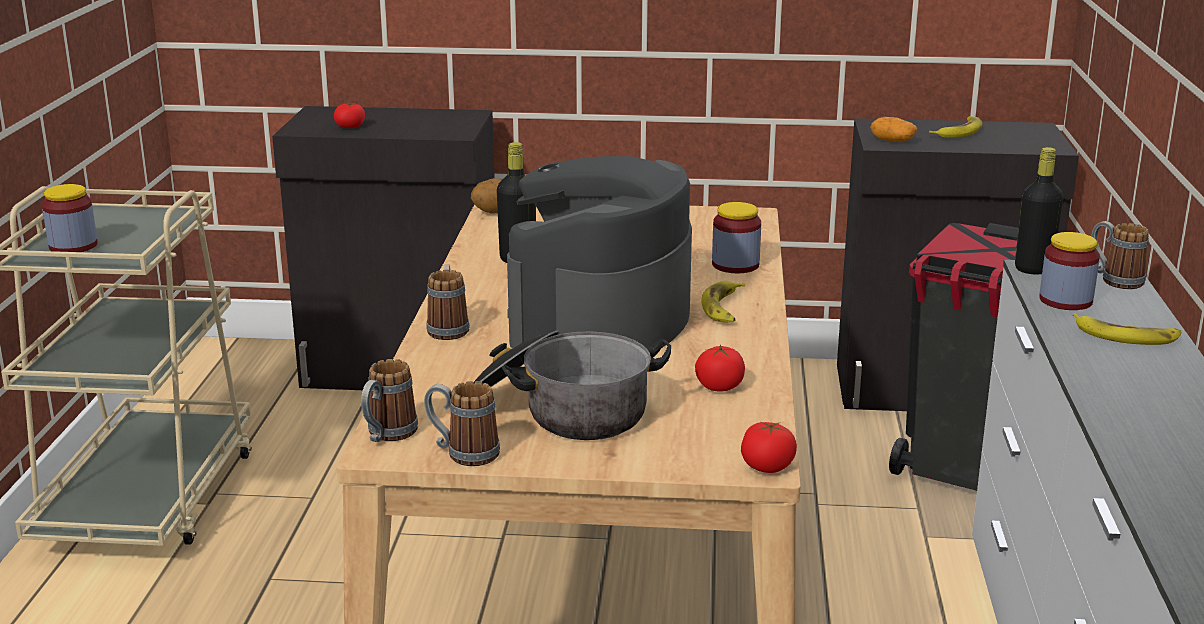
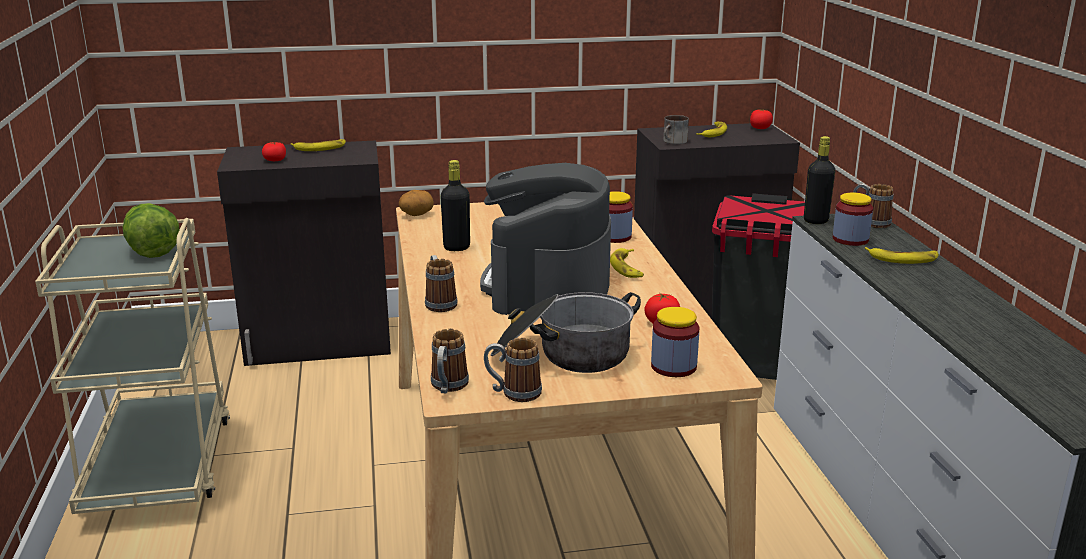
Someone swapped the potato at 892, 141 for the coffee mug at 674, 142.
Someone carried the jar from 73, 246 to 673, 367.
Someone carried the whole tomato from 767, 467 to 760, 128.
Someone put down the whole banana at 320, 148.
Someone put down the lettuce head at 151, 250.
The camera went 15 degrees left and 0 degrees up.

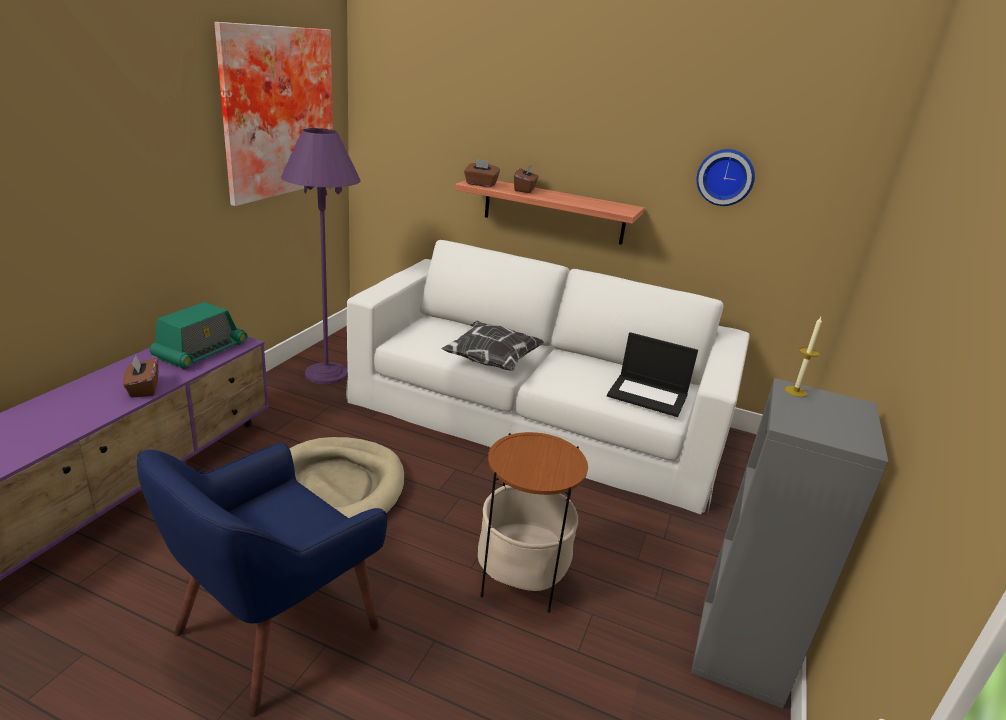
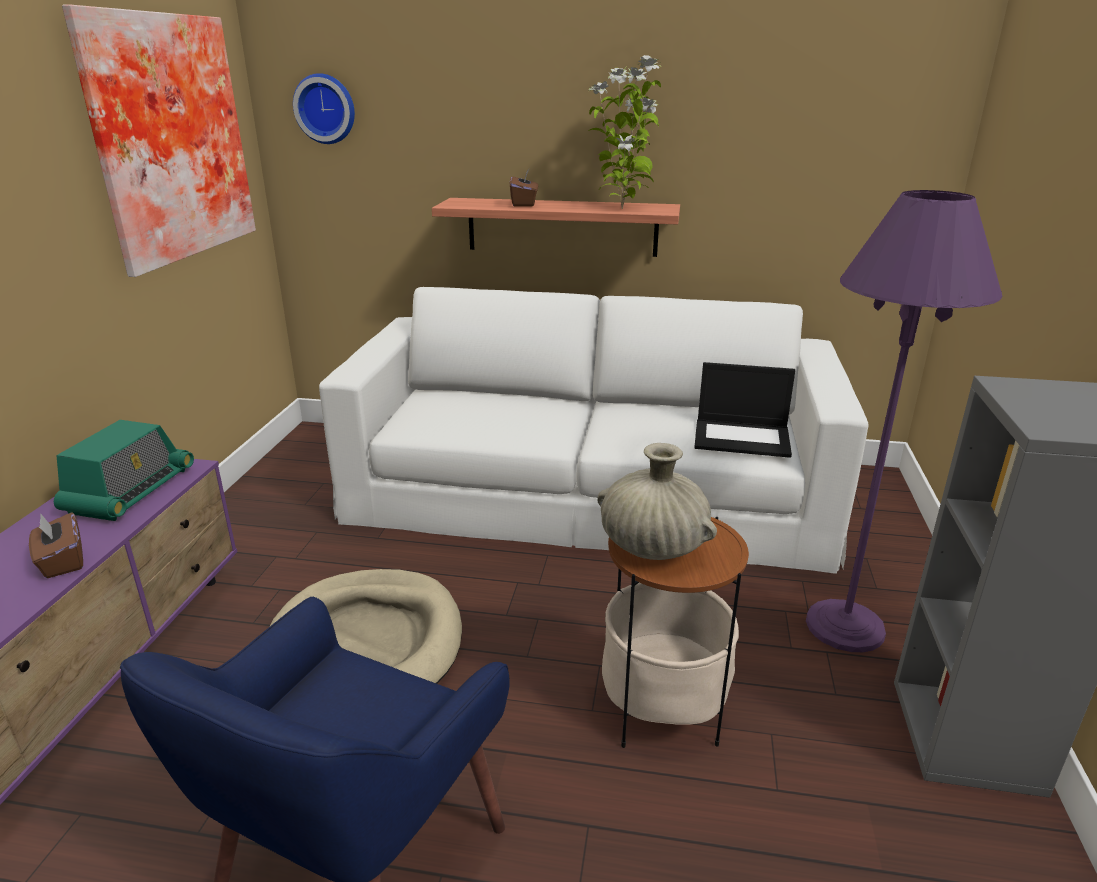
Someone carried the purplish floor lamp from 326, 374 to 845, 626.
Someone carried the clock on the wall from 725, 177 to 326, 109.
Someone took away the brown-coloured tissue box at 480, 184.
Someone took away the candle at 795, 391.
Someone took away the throw pillow at 491, 361.
Someone put down the houseplant at 623, 208.
Someone put down the beige-coloured decorative vase at 653, 546.
The camera went 10 degrees left and 0 degrees up.

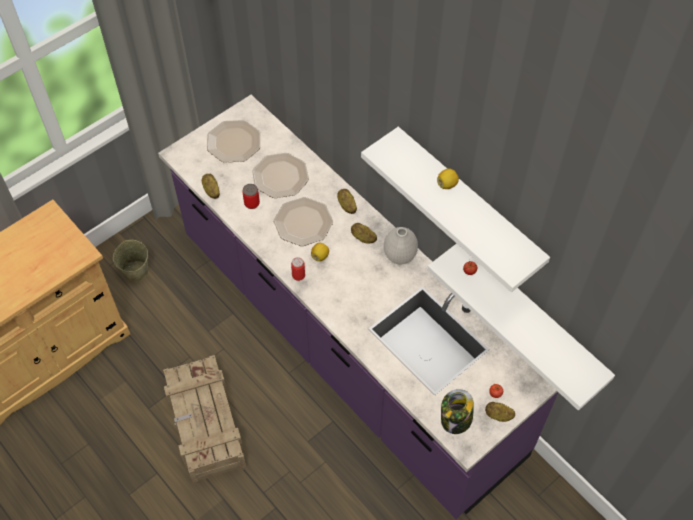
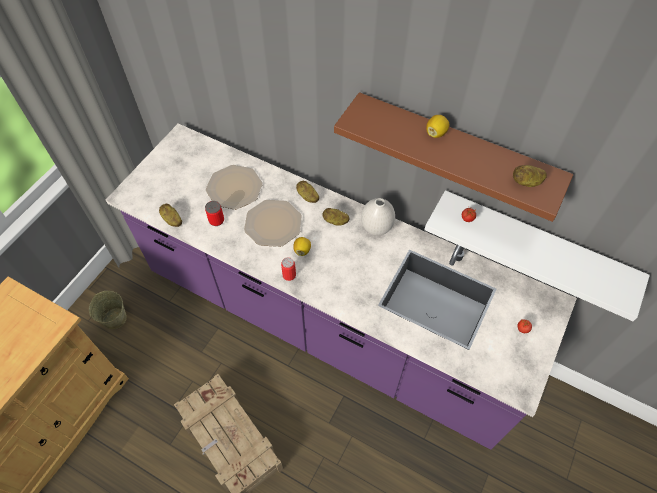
Someone took away the dinner plate at 234, 142.
Someone repainted the white-coloured wall shelf at 468, 205, which became the brown-coloured wall shelf at 455, 151.
Someone took away the jar at 456, 420.
Someone carried the potato from 498, 415 to 526, 182.
The camera went 20 degrees left and 0 degrees up.

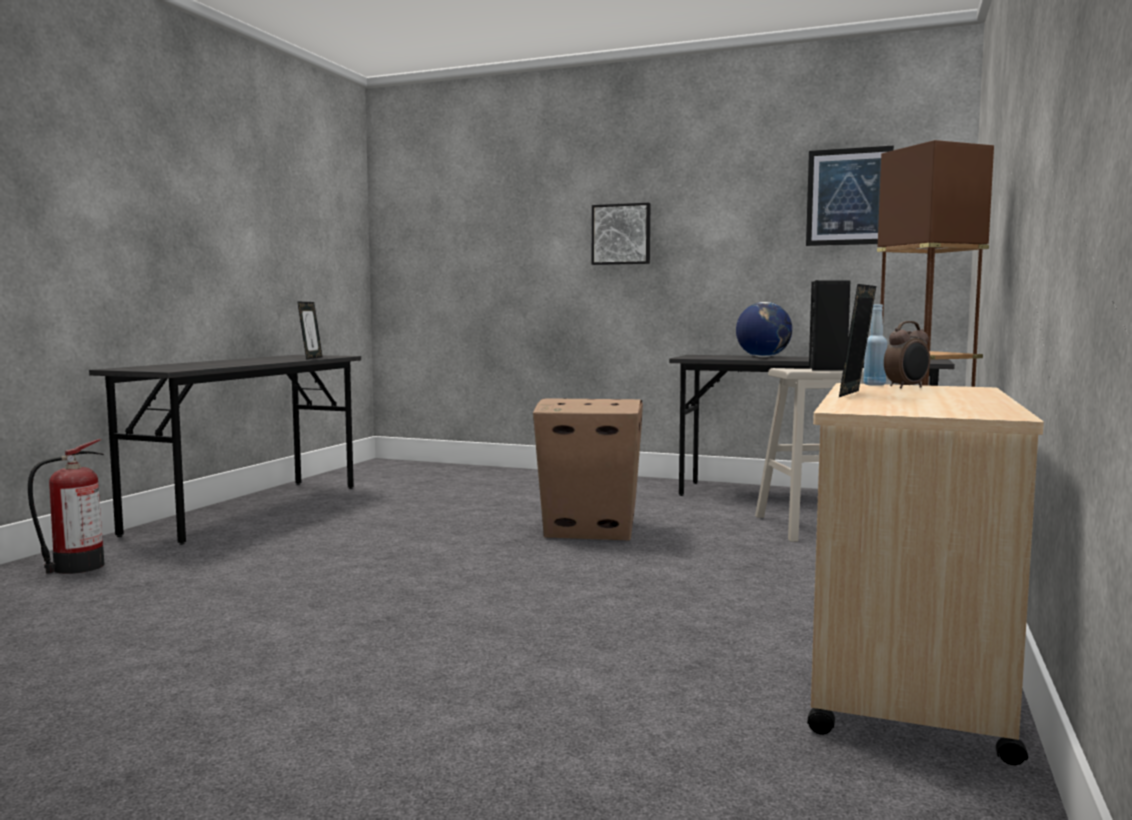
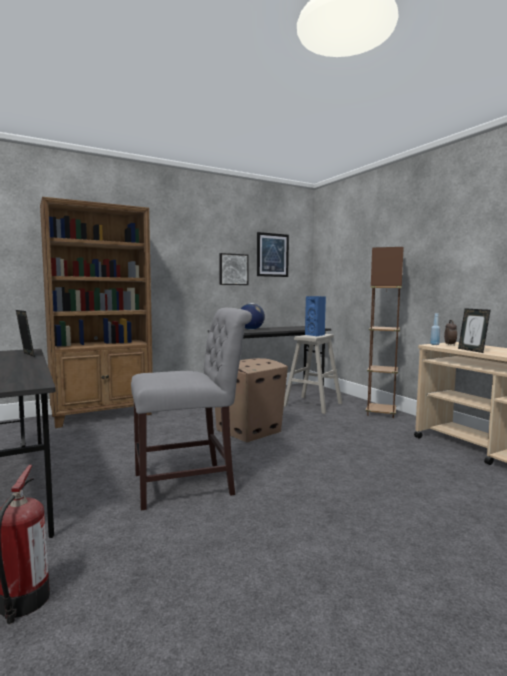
Someone carried the wall art from 621, 234 to 233, 269.
Someone repainted the blackish speaker at 827, 369, which became the bluish speaker at 315, 335.
Someone put down the brown-coloured bookcase at 103, 415.
Someone put down the grey chair at 190, 483.
The camera went 50 degrees left and 0 degrees up.

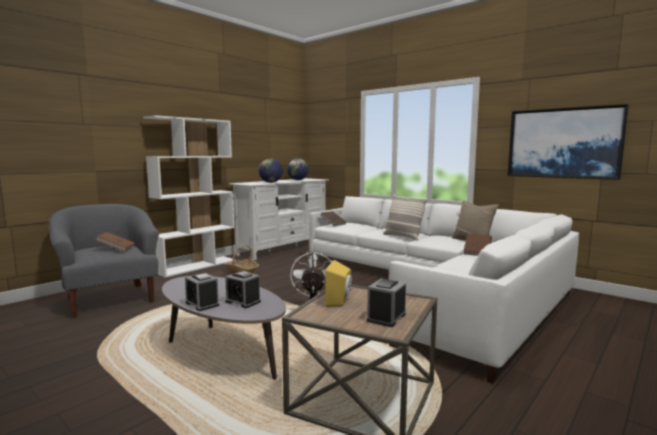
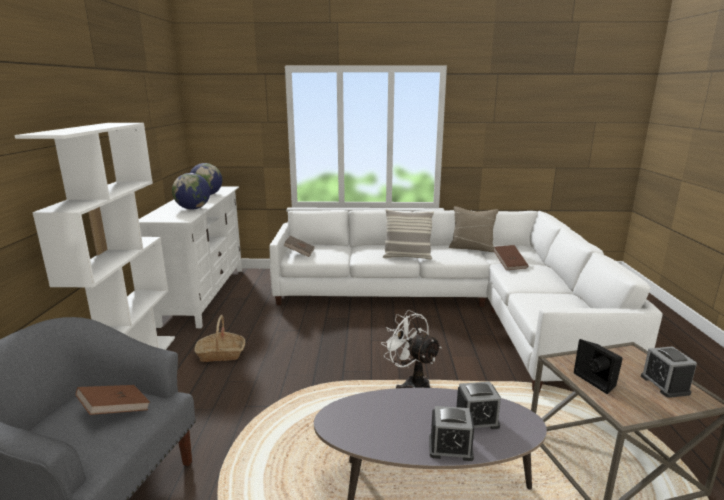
Someone took away the wall art at 563, 143.
Someone repainted the yellow speaker at 340, 301, which became the blackish speaker at 598, 380.
The camera went 40 degrees left and 10 degrees up.

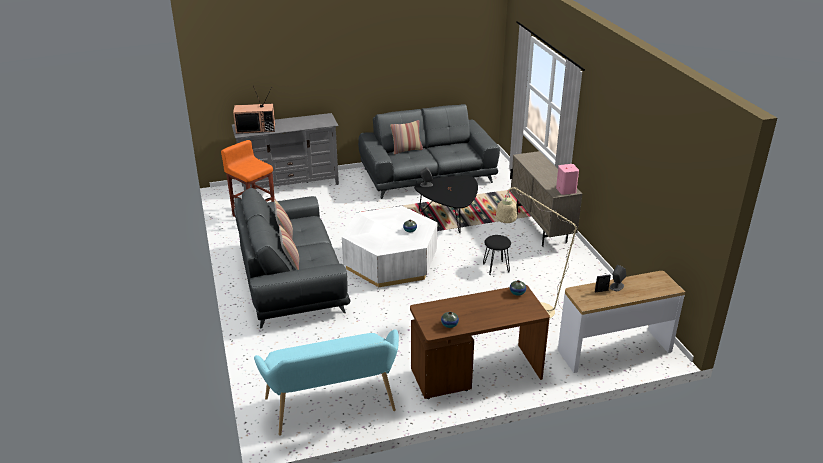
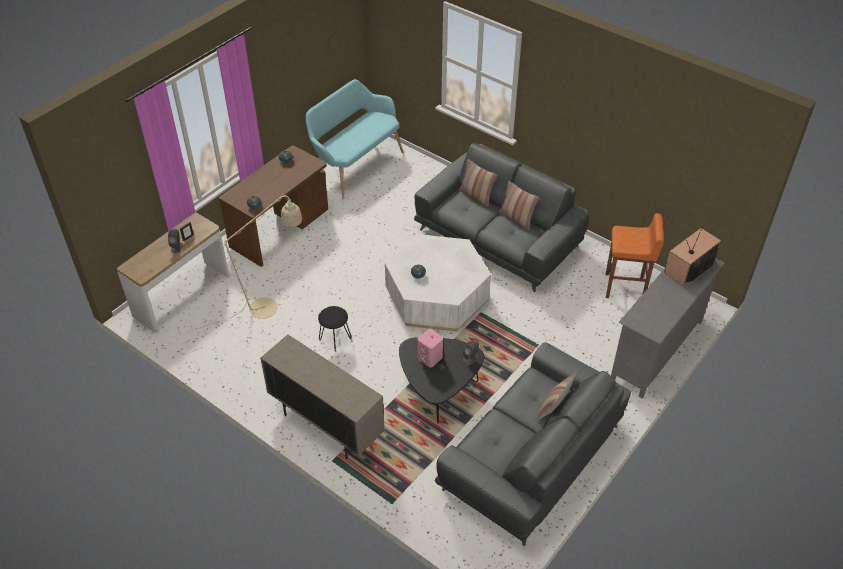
Someone carried the pink-coloured speaker from 566, 190 to 430, 358.
The camera went 145 degrees right and 15 degrees up.

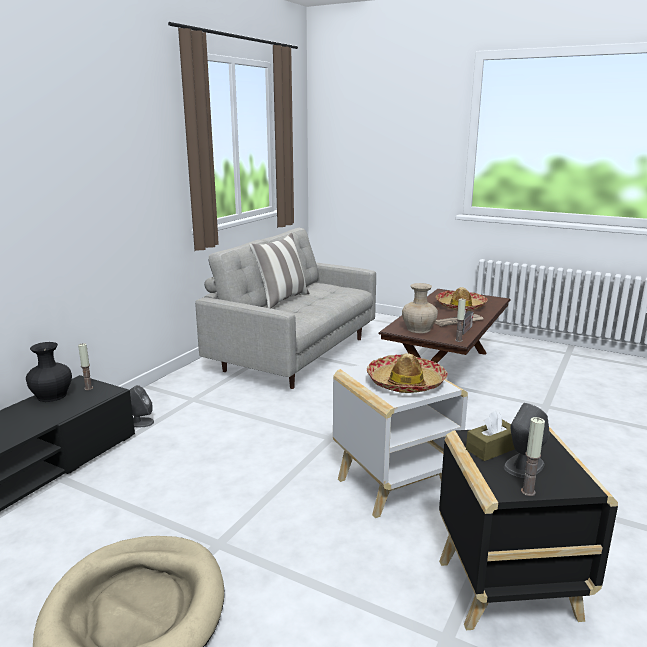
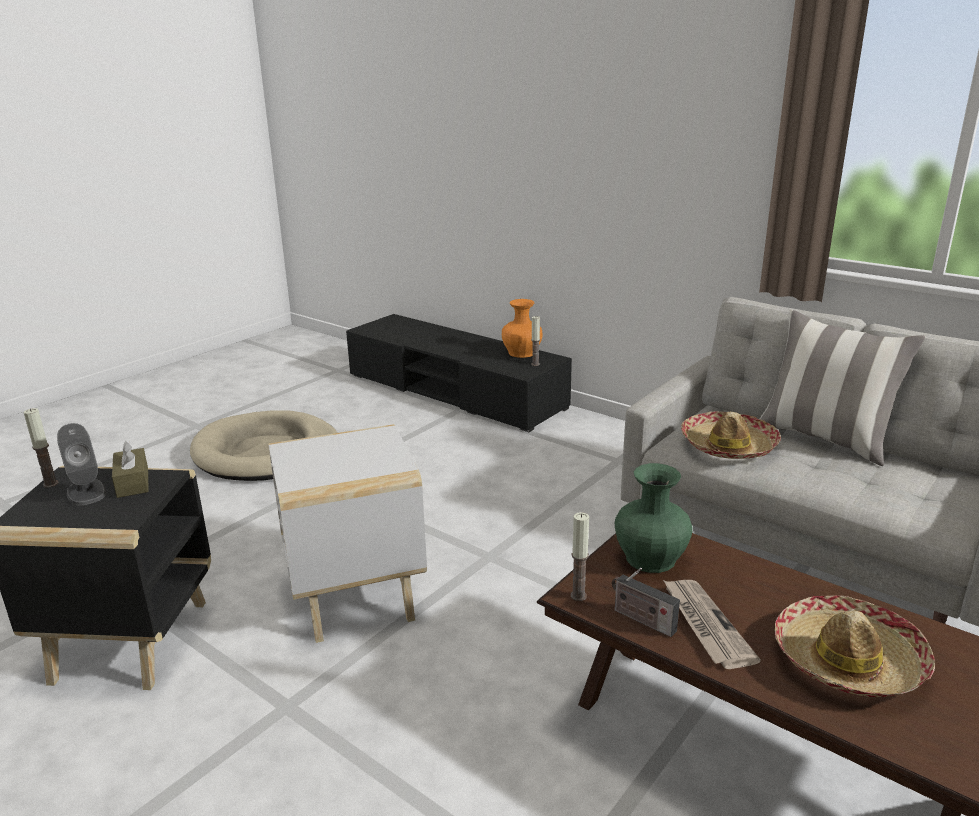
Someone repainted the beige-coloured decorative vase at 418, 329, which became the green decorative vase at 649, 557.
Someone repainted the blackish decorative vase at 51, 396, which became the orangey decorative vase at 521, 352.
Someone carried the wearable hat from 406, 383 to 727, 446.
Someone took away the grey speaker at 139, 422.
The camera went 100 degrees right and 5 degrees up.

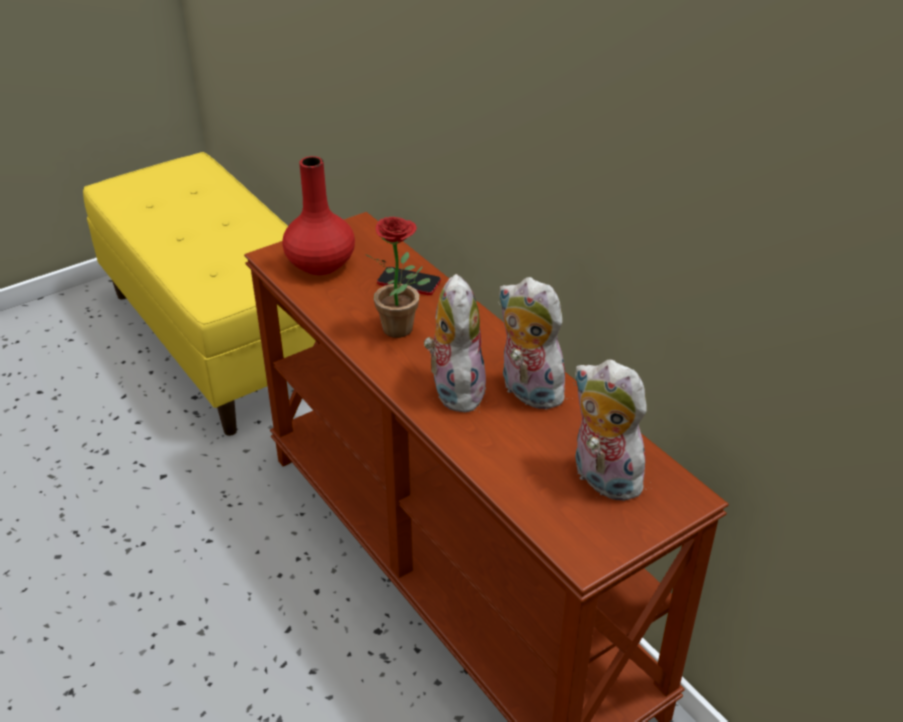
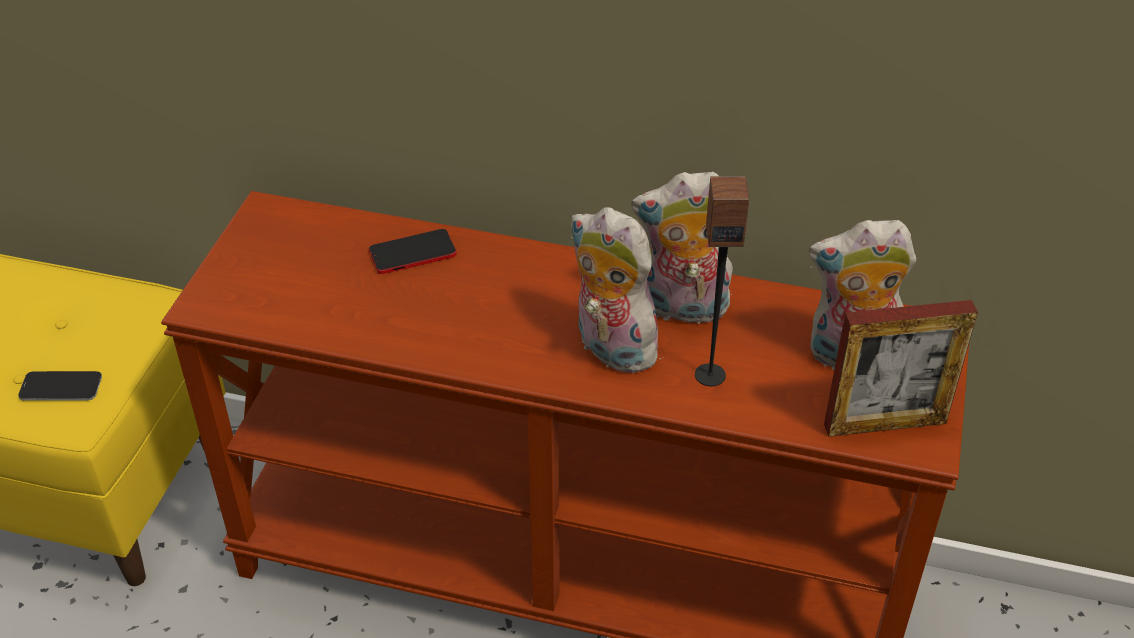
Someone took away the red-coloured decorative vase at 320, 264.
Someone took away the houseplant at 403, 330.
Someone put down the speaker at 710, 374.
Someone put down the standing frame at 885, 424.
Someone put down the phone at 61, 387.
The camera went 40 degrees left and 5 degrees up.

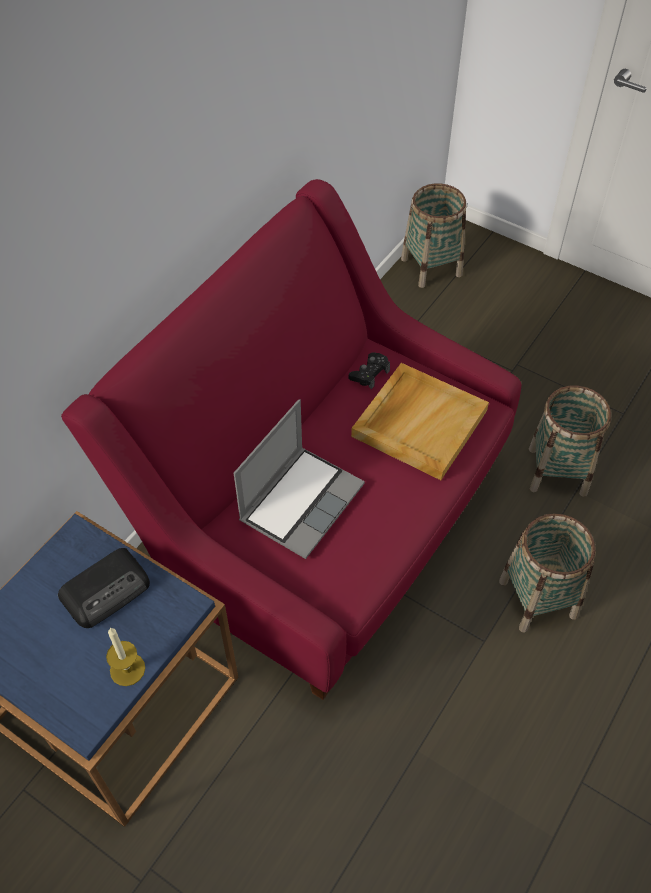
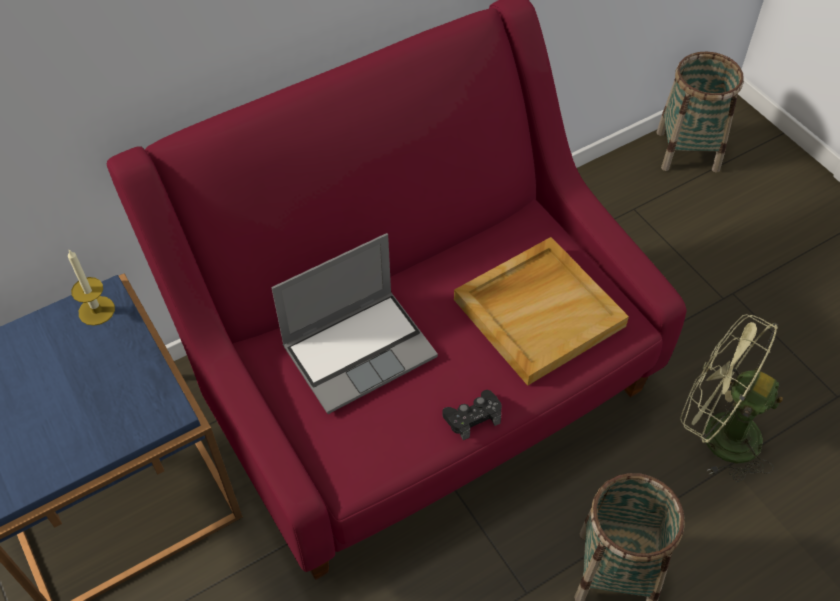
Someone carried the blackish game controller from 369, 373 to 473, 417.
Someone swapped the storage basket at 557, 471 for the green cooling fan at 717, 434.
Someone took away the radio set at 107, 590.
Someone carried the candle from 127, 669 to 96, 310.
The camera went 25 degrees right and 0 degrees up.

